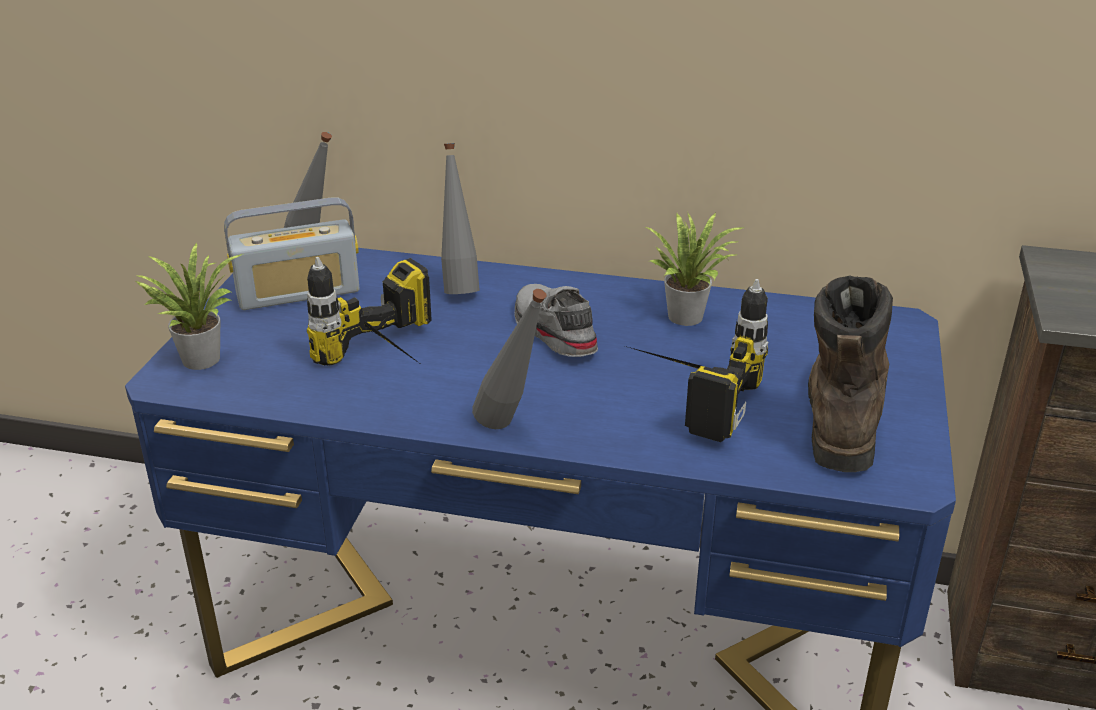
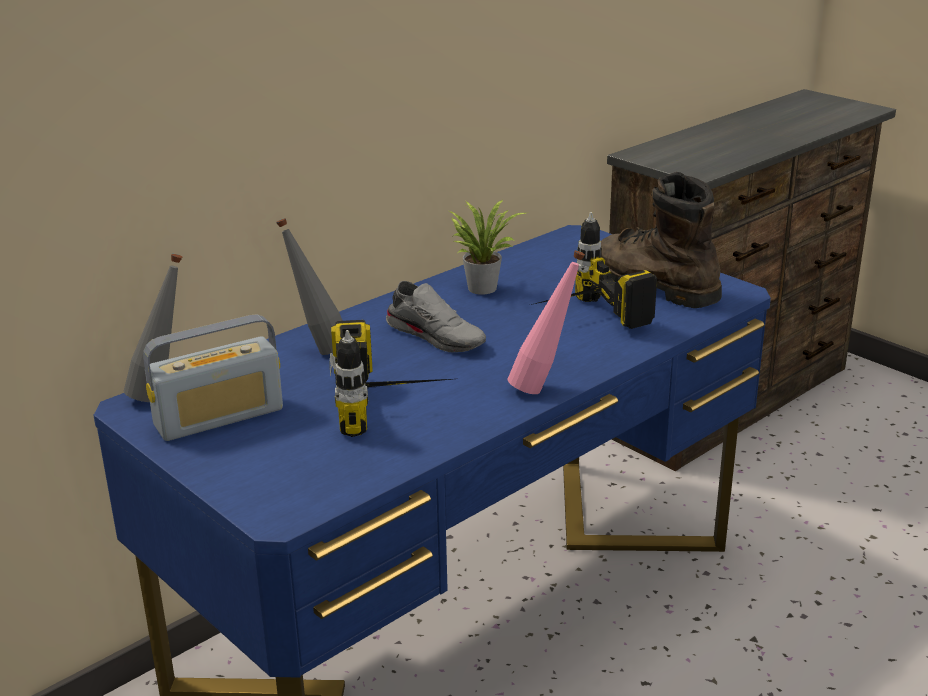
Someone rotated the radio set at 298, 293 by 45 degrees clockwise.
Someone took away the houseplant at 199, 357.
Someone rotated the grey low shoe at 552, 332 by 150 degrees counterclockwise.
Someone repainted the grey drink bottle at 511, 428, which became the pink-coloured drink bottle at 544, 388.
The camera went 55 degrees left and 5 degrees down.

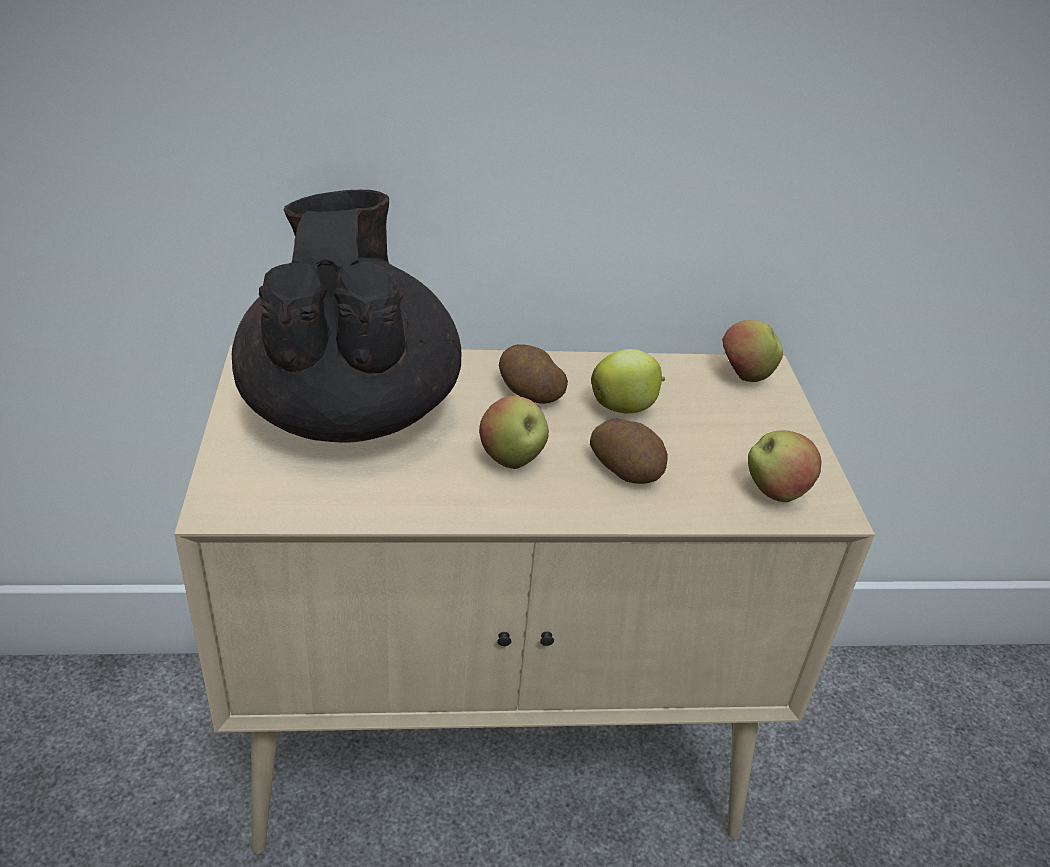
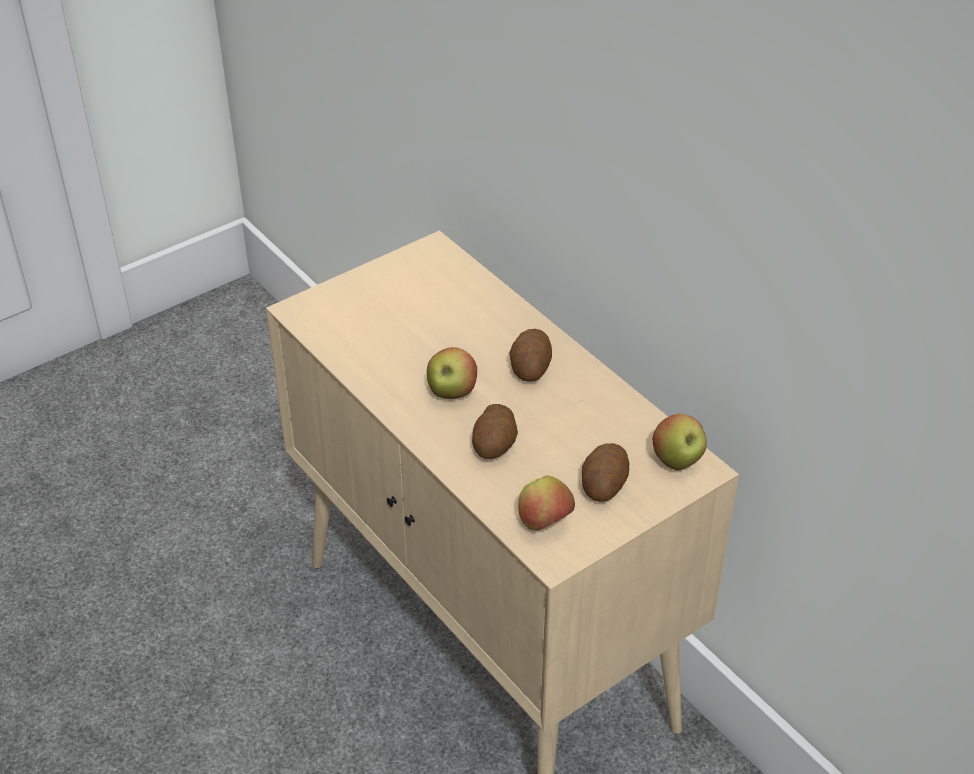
Someone took away the blackish teapot at 350, 410.
Someone took away the apple at 624, 408.
Someone put down the potato at 603, 485.
The camera went 60 degrees right and 5 degrees up.

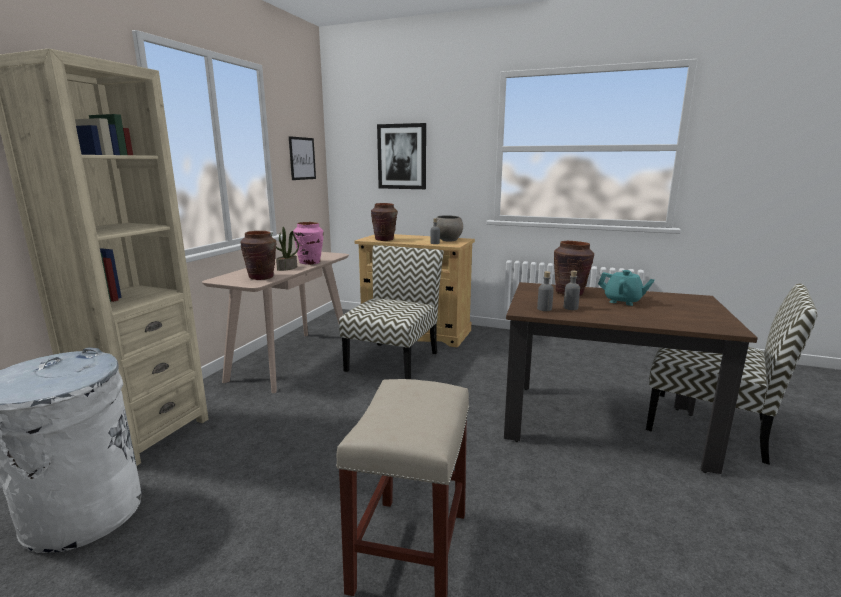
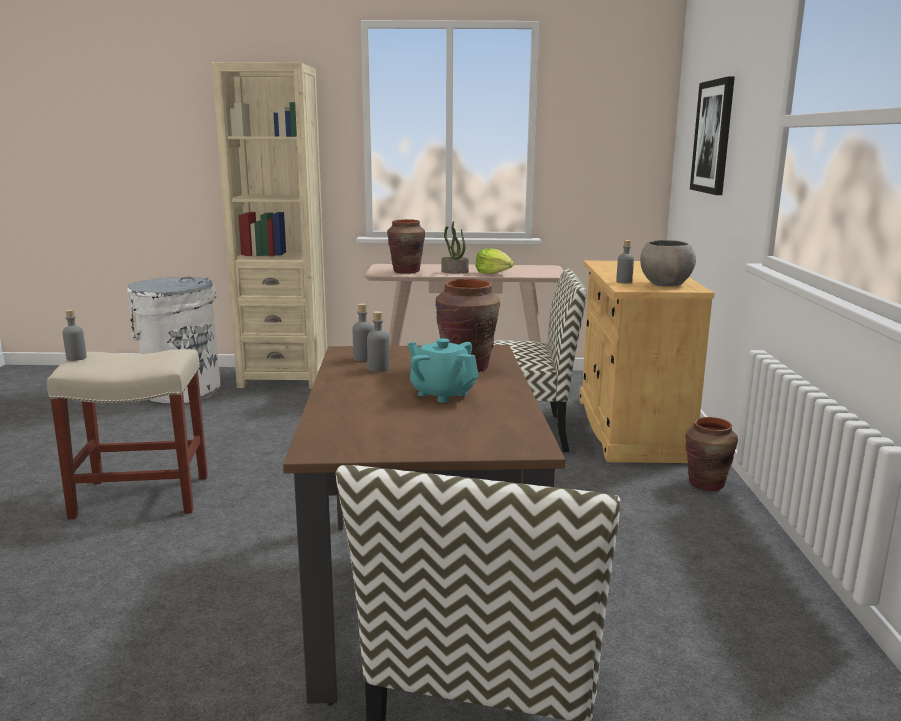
Someone took away the wall art at 302, 158.
Someone carried the brown-coloured decorative vase from 384, 239 to 706, 484.
Someone swapped the pink-coloured decorative vase at 310, 262 for the lettuce head at 493, 273.
Someone rotated the turquoise-coloured teapot at 623, 301 by 120 degrees clockwise.
Someone put down the grey drink bottle at 76, 358.
The camera went 70 degrees right and 0 degrees up.

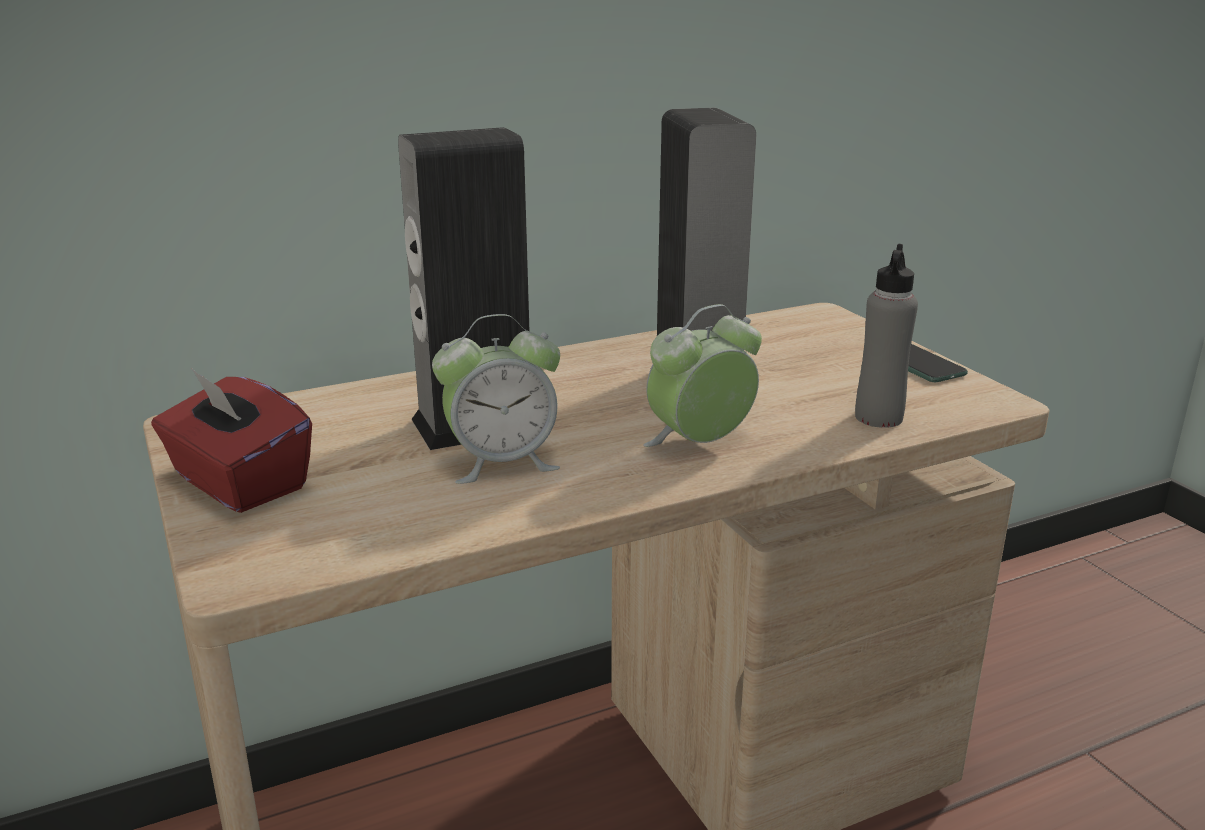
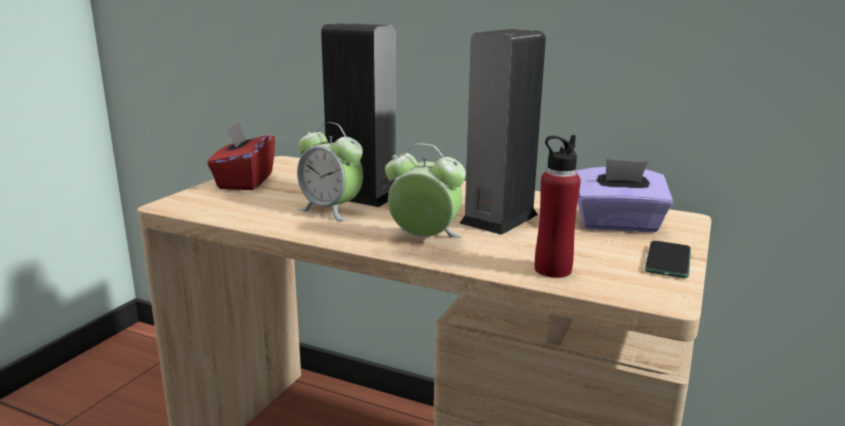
Someone repainted the grey drink bottle at 878, 417, which became the red-coloured drink bottle at 552, 270.
Someone put down the purplish tissue box at 617, 224.
The camera went 50 degrees right and 5 degrees down.

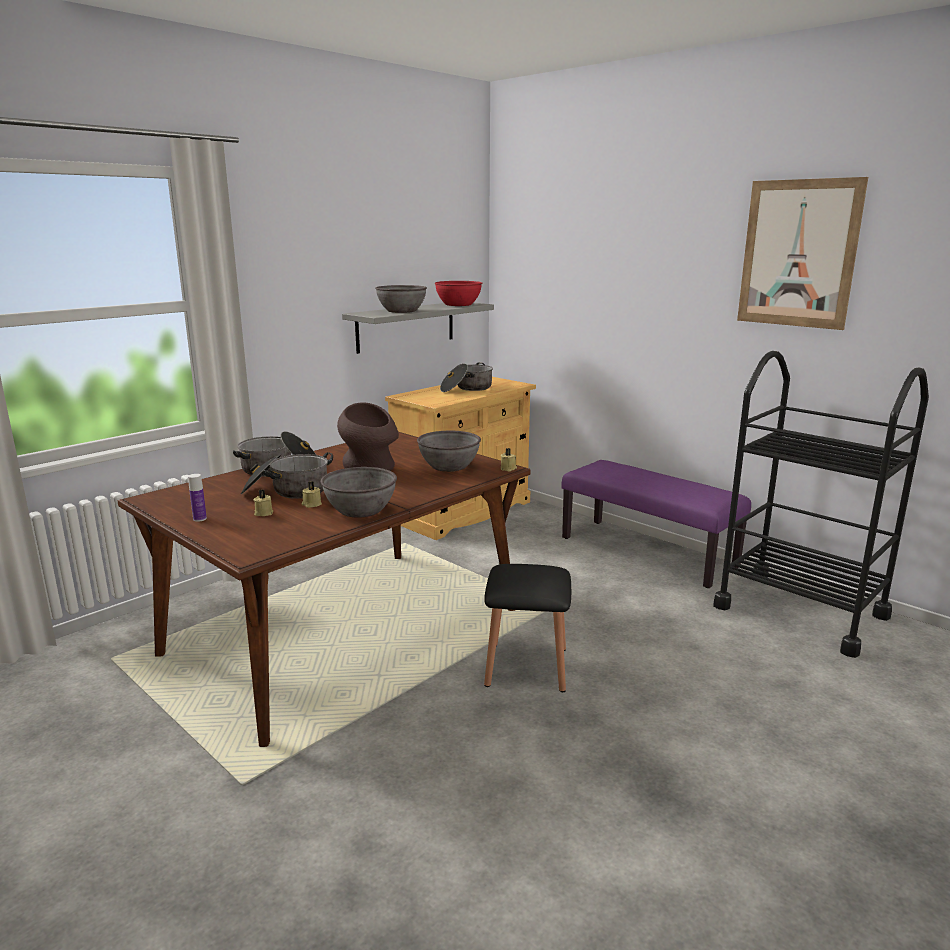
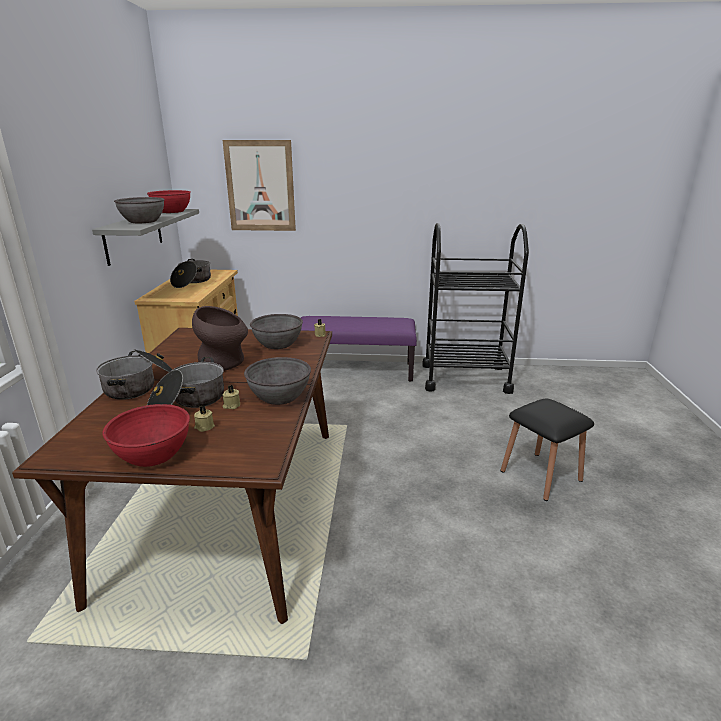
Someone carried the wall art from 798, 254 to 260, 186.
Someone swapped the drink bottle at 200, 519 for the red-coloured deep dish at 153, 454.
Someone carried the blackish stool from 526, 666 to 541, 475.
The camera went 40 degrees left and 5 degrees up.

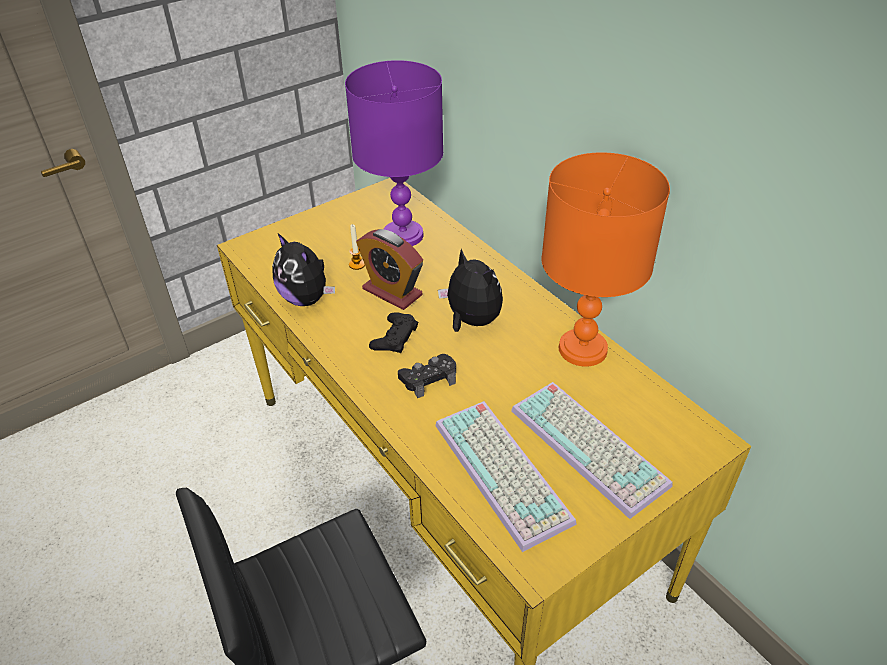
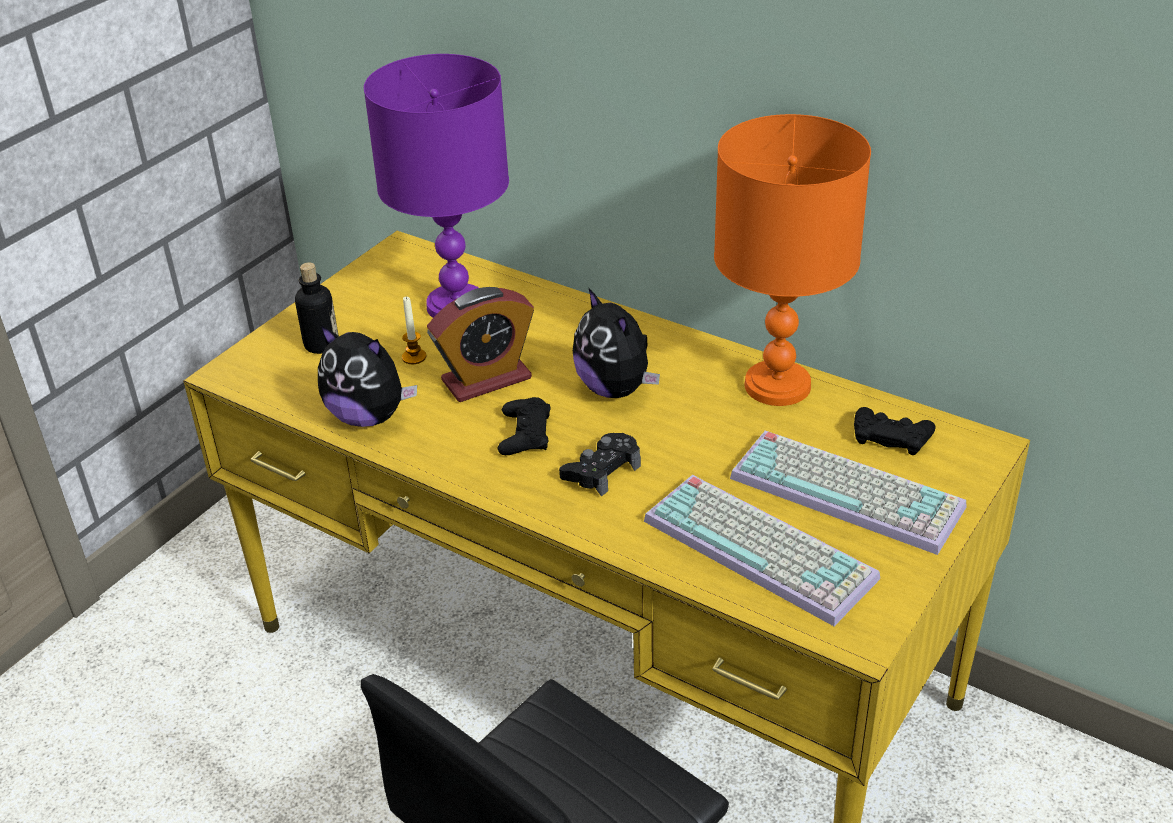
Someone rotated the alarm clock at 392, 292 by 45 degrees counterclockwise.
Someone rotated the plush toy at 471, 321 by 150 degrees counterclockwise.
Someone put down the drink bottle at 321, 344.
Someone put down the blackish game controller at 891, 436.
The camera went 20 degrees left and 5 degrees down.

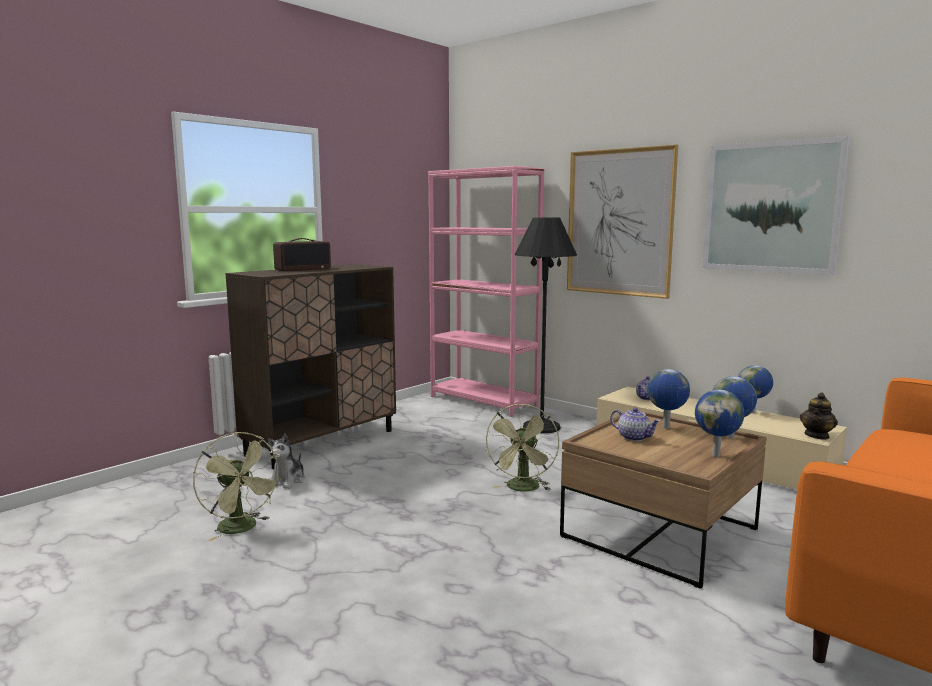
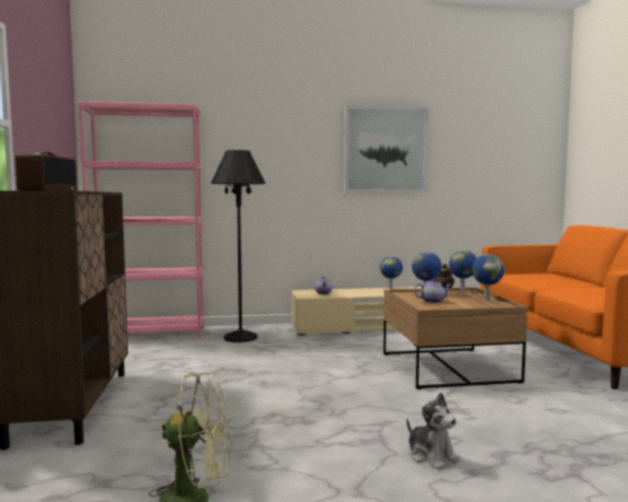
Someone took away the wall art at 619, 222.
Someone took away the green cooling fan at 523, 489.
Someone carried the plush toy from 288, 481 to 431, 456.
The camera went 50 degrees left and 5 degrees down.

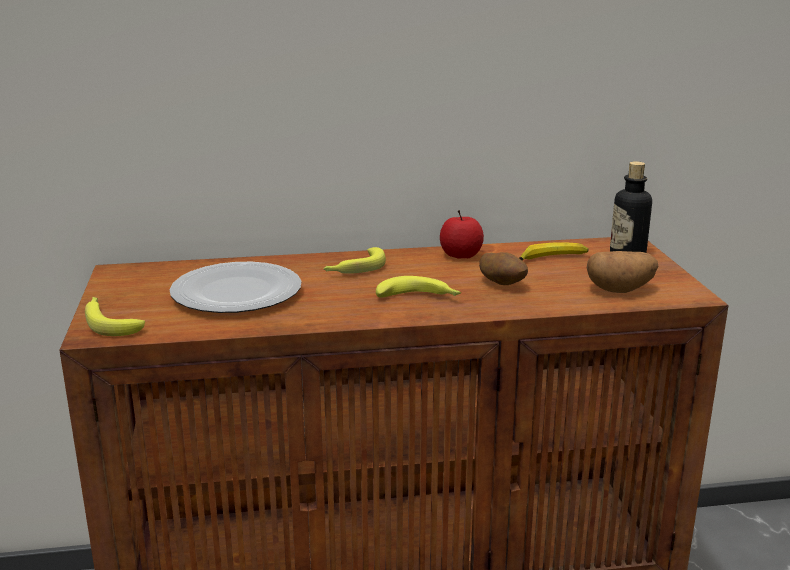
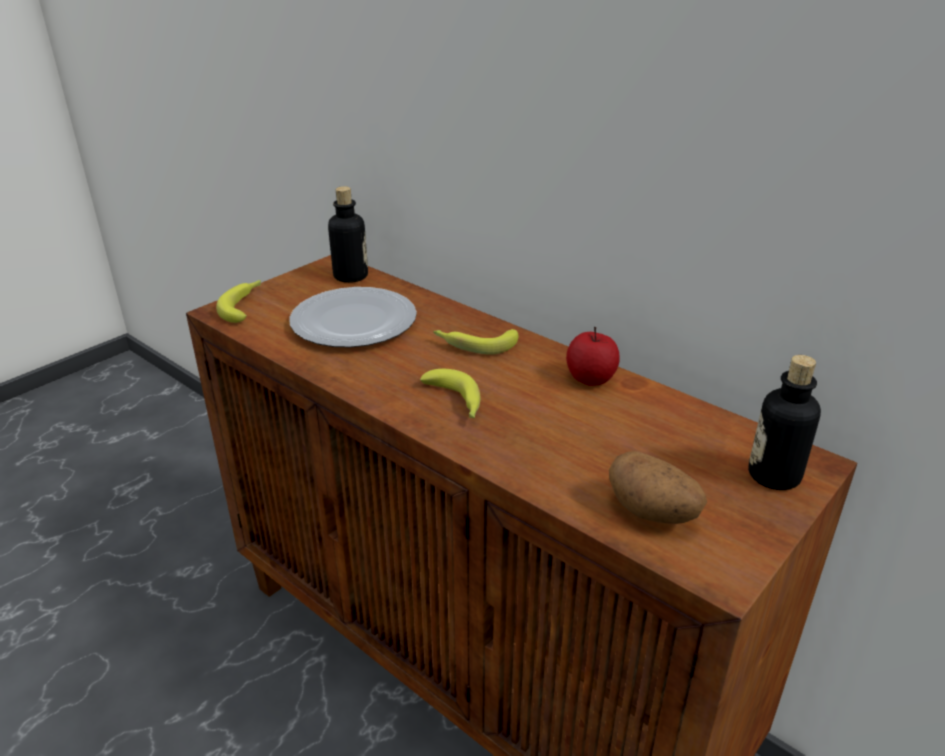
Someone took away the whole banana at 552, 258.
Someone took away the potato at 502, 284.
Someone put down the drink bottle at 350, 276.
The camera went 50 degrees right and 10 degrees up.

